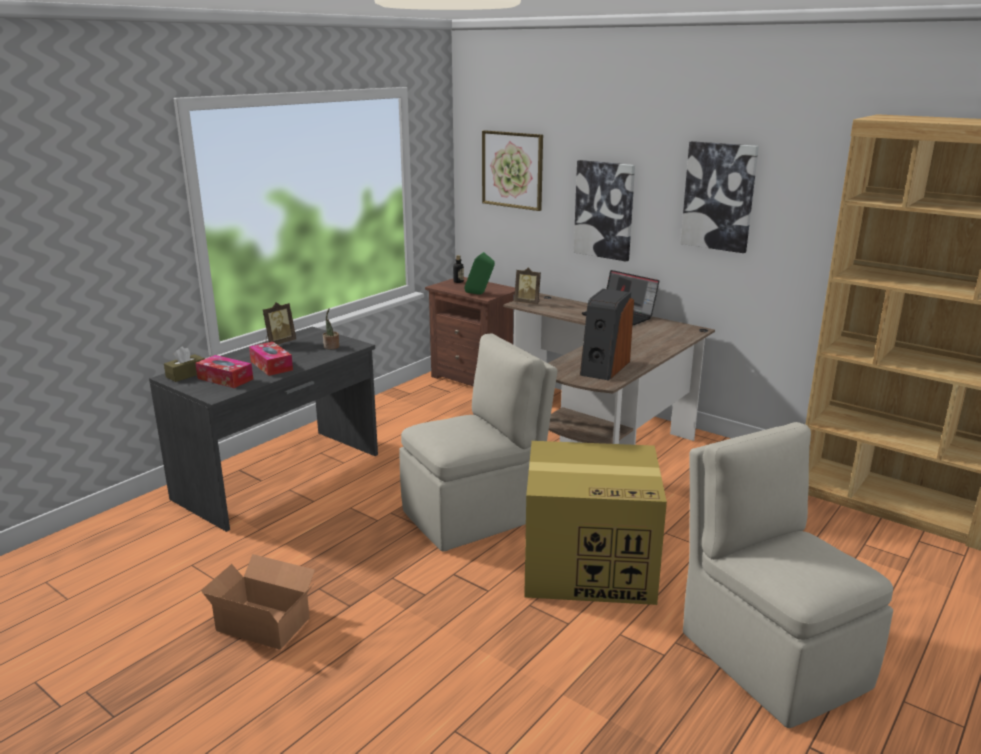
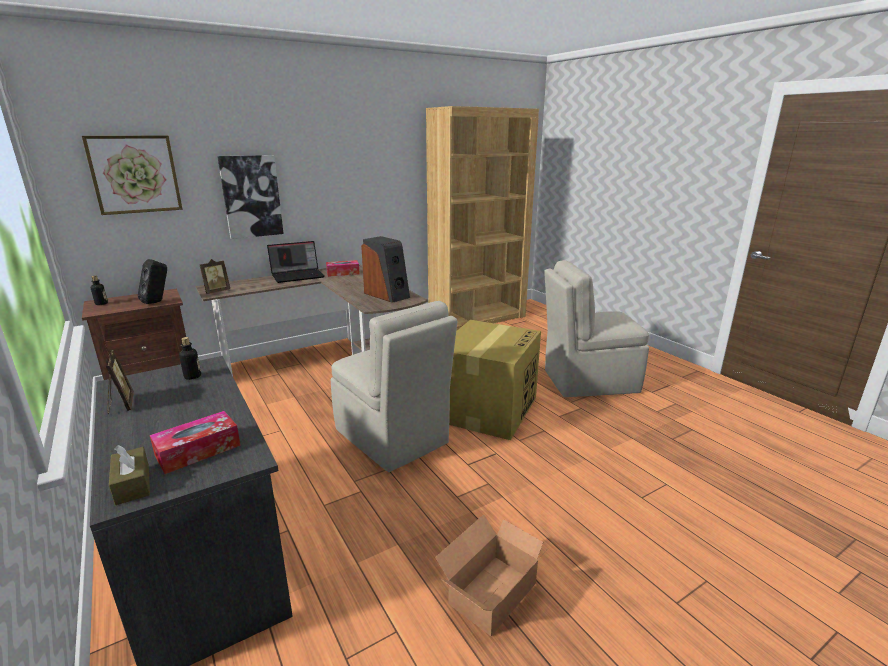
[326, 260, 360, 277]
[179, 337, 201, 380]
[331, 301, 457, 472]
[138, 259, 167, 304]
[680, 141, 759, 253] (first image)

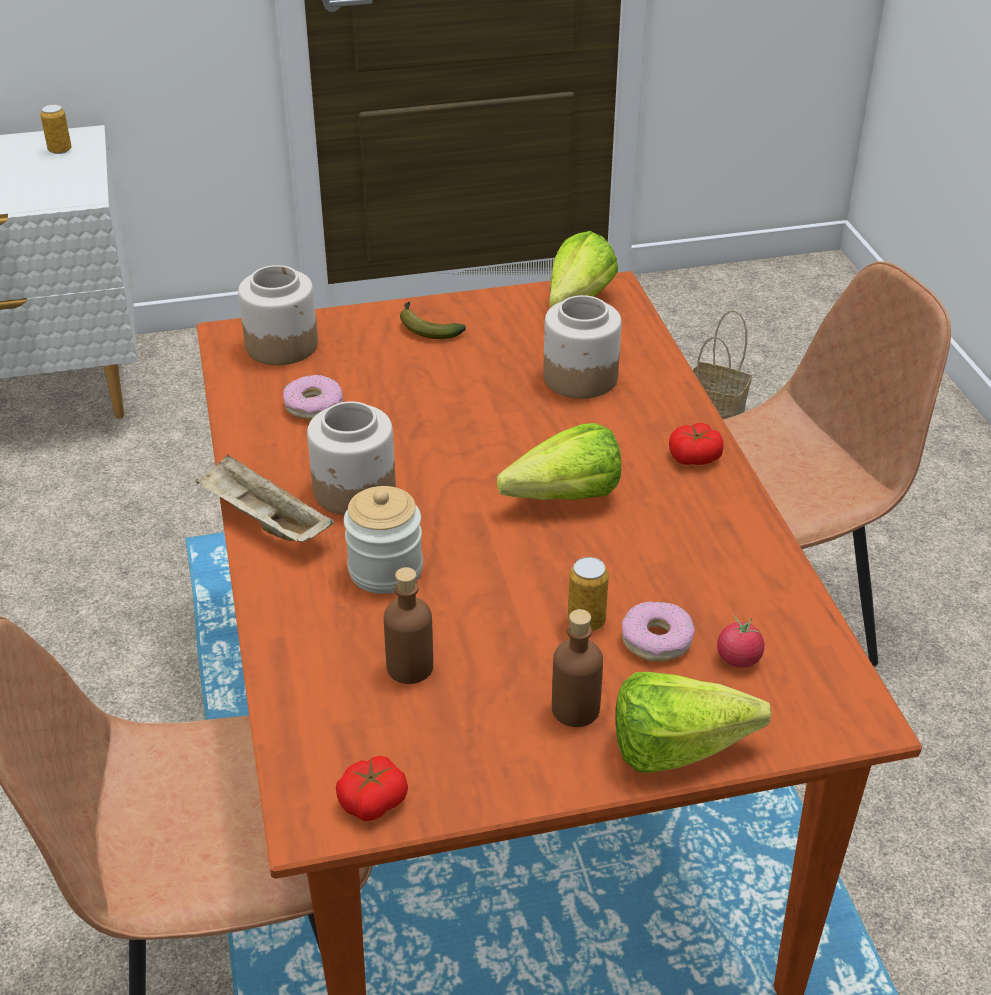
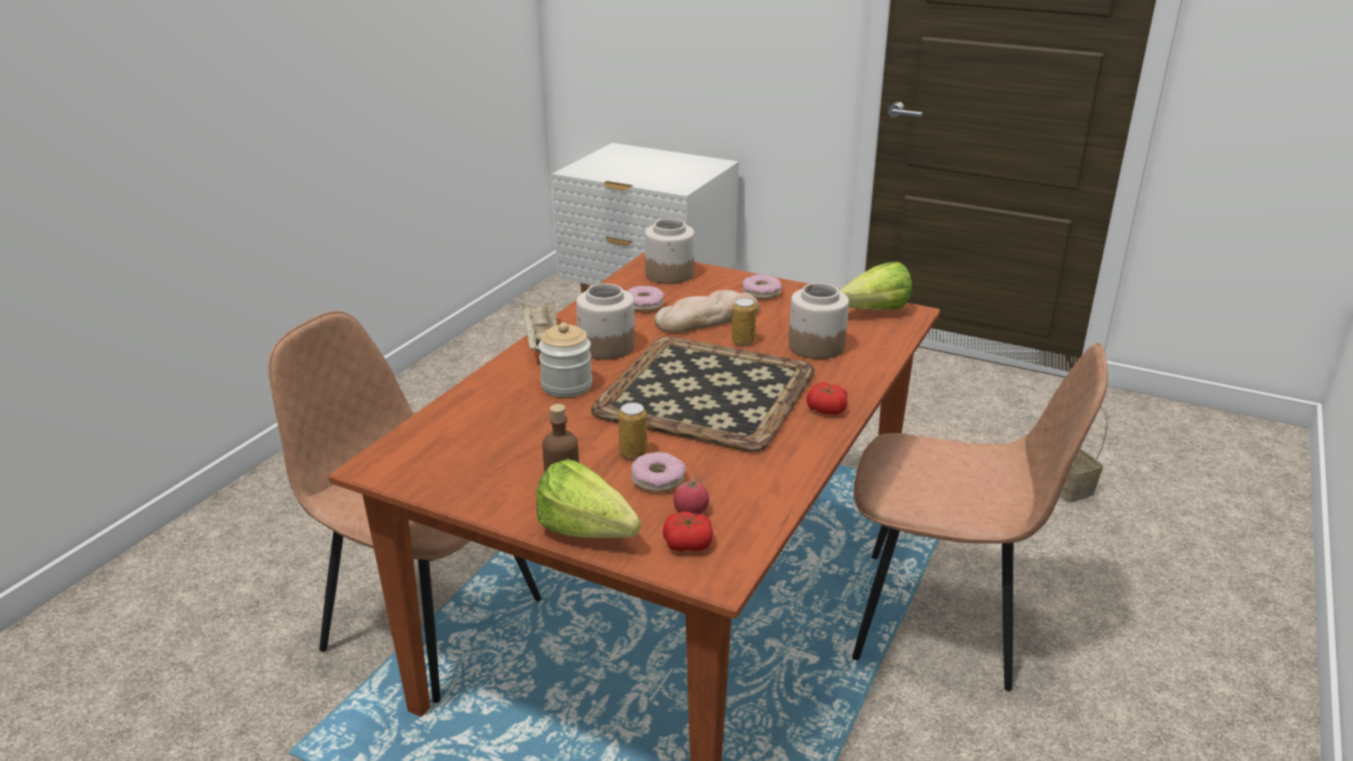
[732, 298, 756, 346]
[663, 511, 713, 551]
[384, 567, 433, 684] (first image)
[742, 274, 782, 299]
[591, 336, 815, 452]
[654, 290, 759, 333]

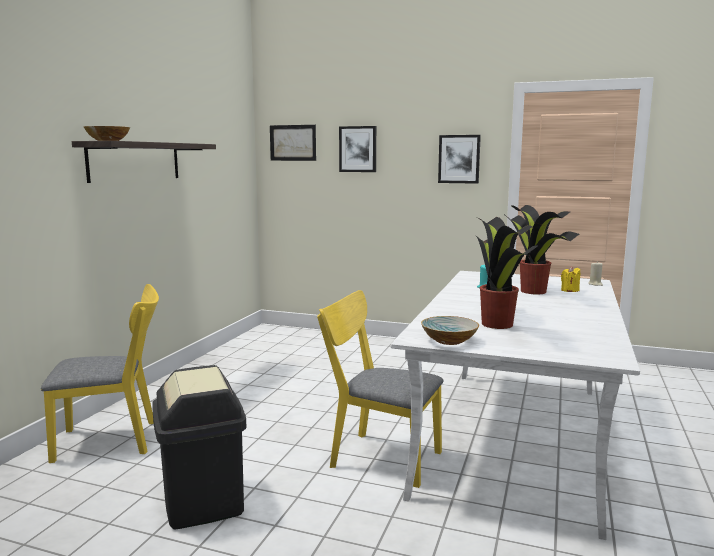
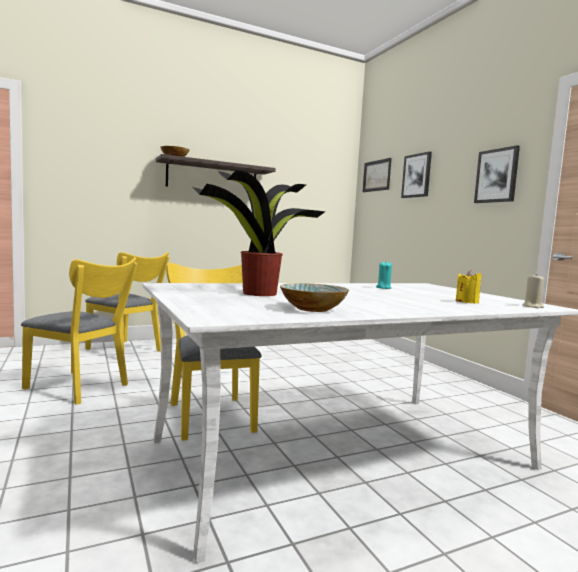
[21, 257, 137, 405]
[280, 283, 349, 312]
[505, 205, 579, 294] (first image)

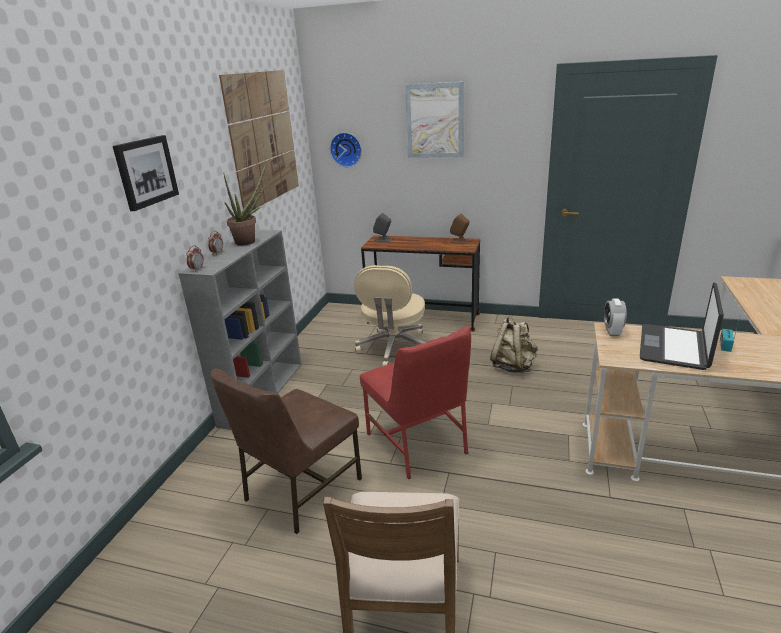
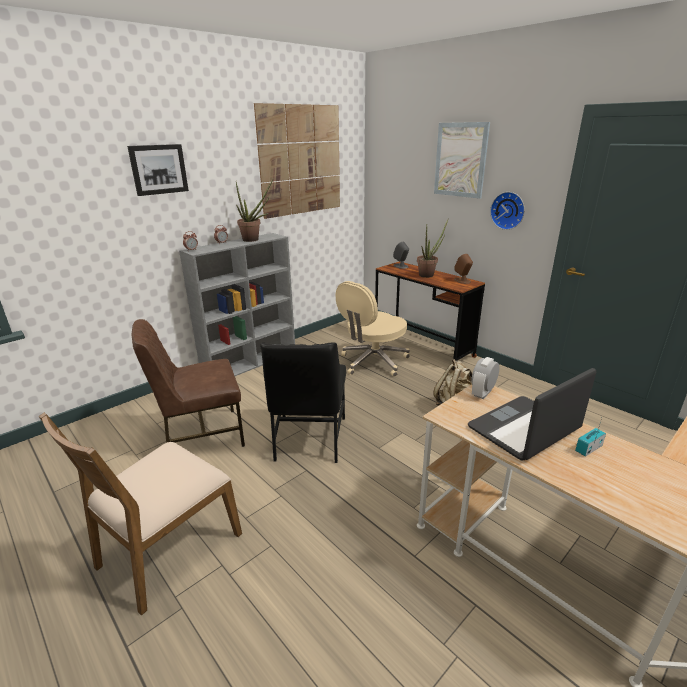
[490, 192, 525, 230]
[260, 342, 346, 463]
[417, 219, 448, 278]

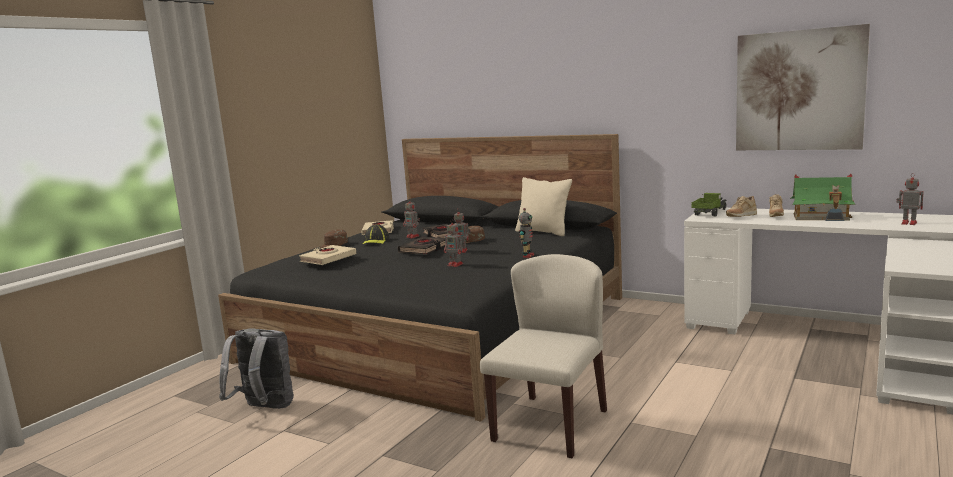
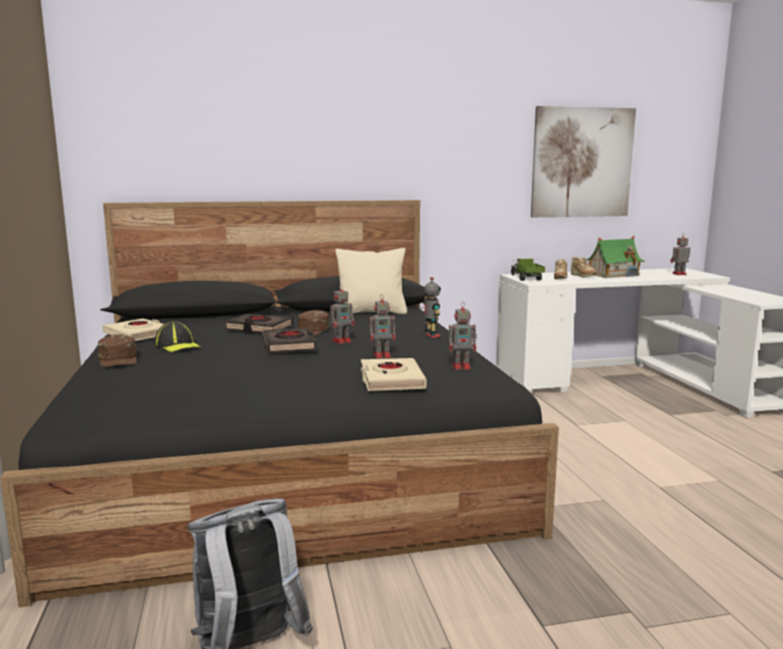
[361, 358, 427, 391]
[449, 303, 477, 370]
[480, 254, 607, 458] (first image)

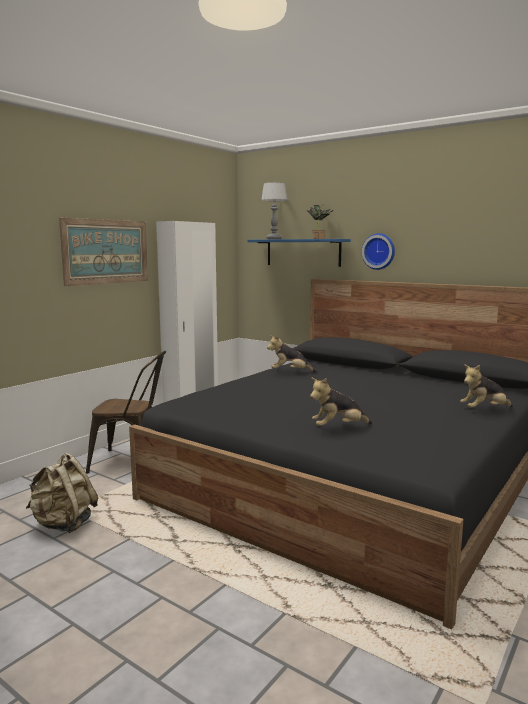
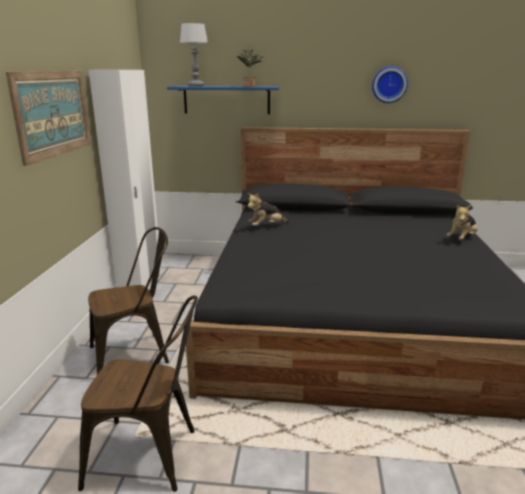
[78, 295, 198, 492]
[310, 377, 372, 426] (first image)
[372, 66, 408, 103]

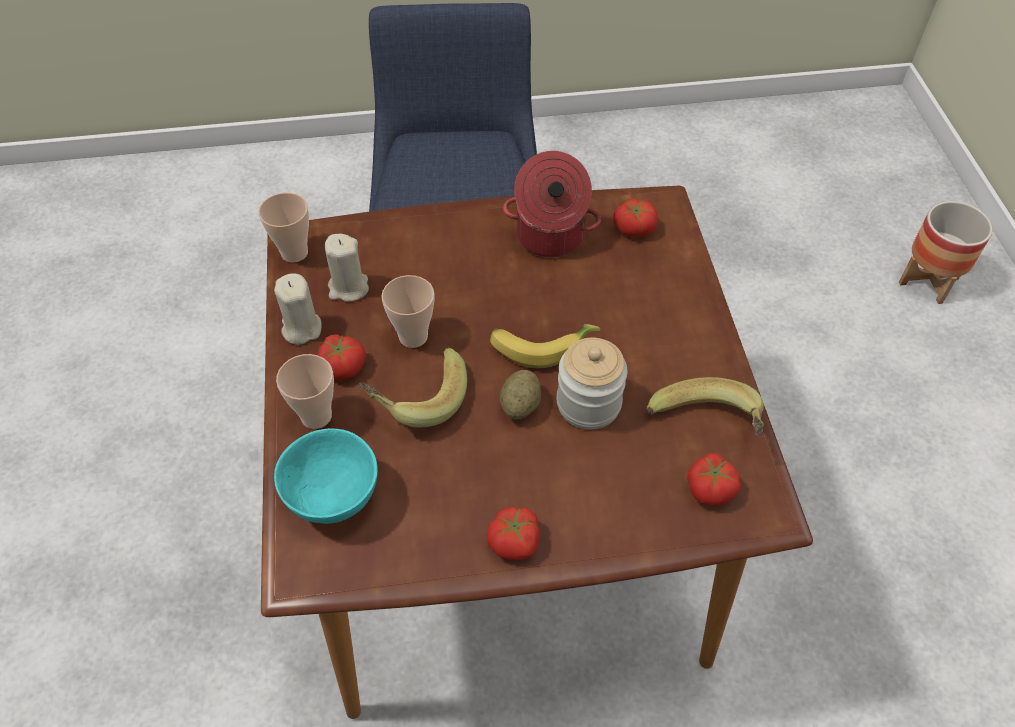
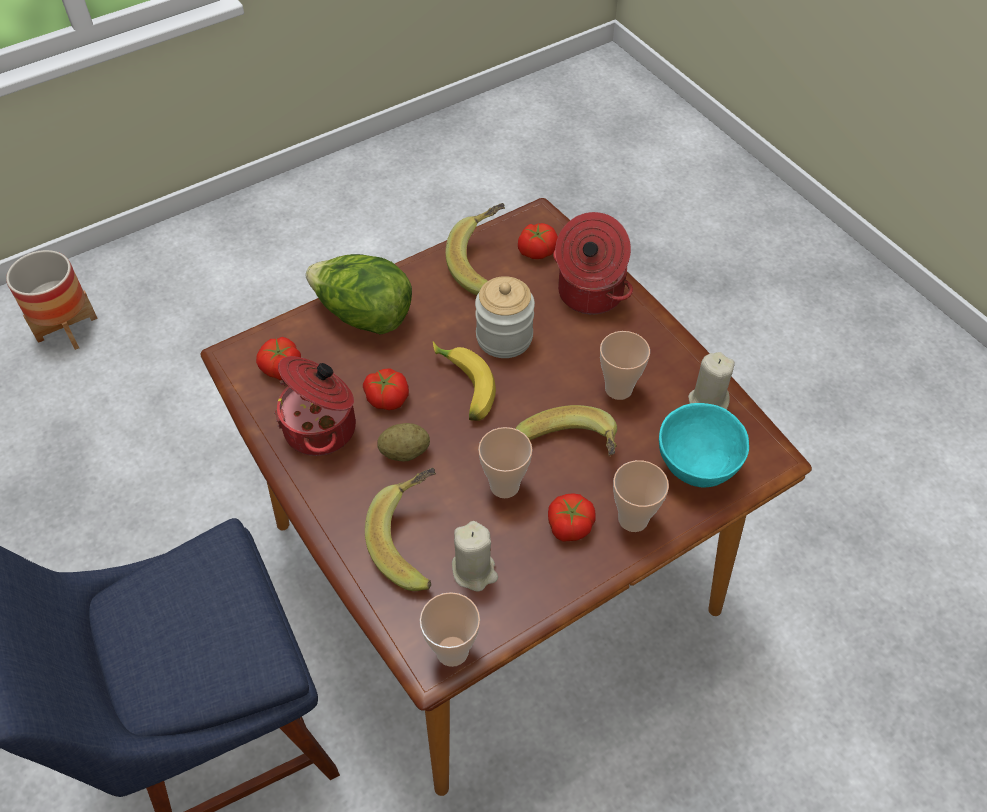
[688, 352, 735, 410]
[363, 368, 409, 410]
[377, 423, 430, 462]
[305, 254, 412, 335]
[365, 468, 436, 591]
[553, 212, 633, 314]
[600, 331, 650, 400]

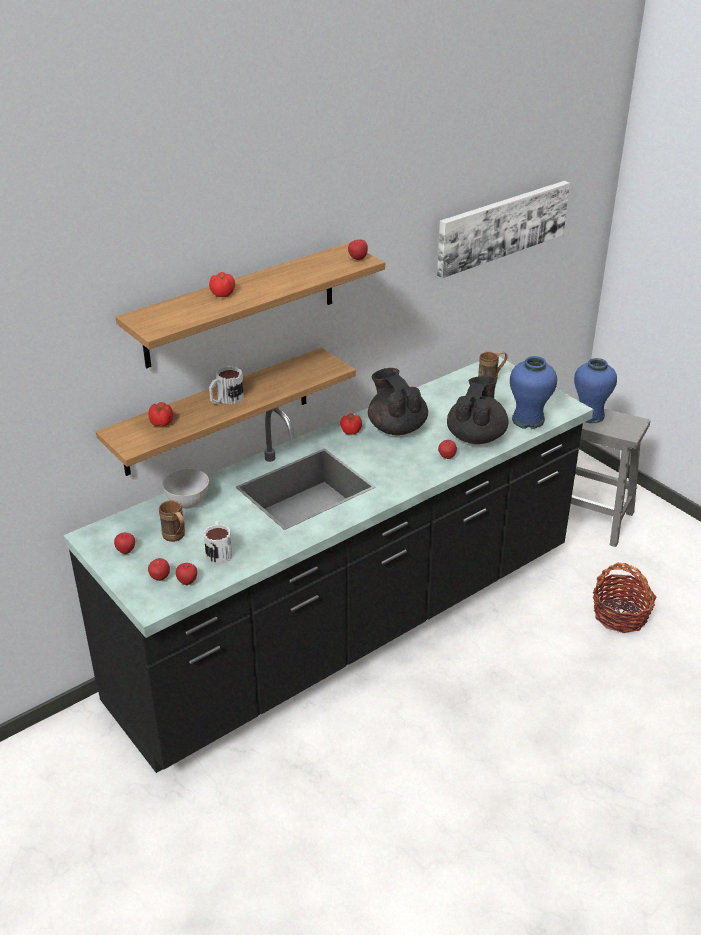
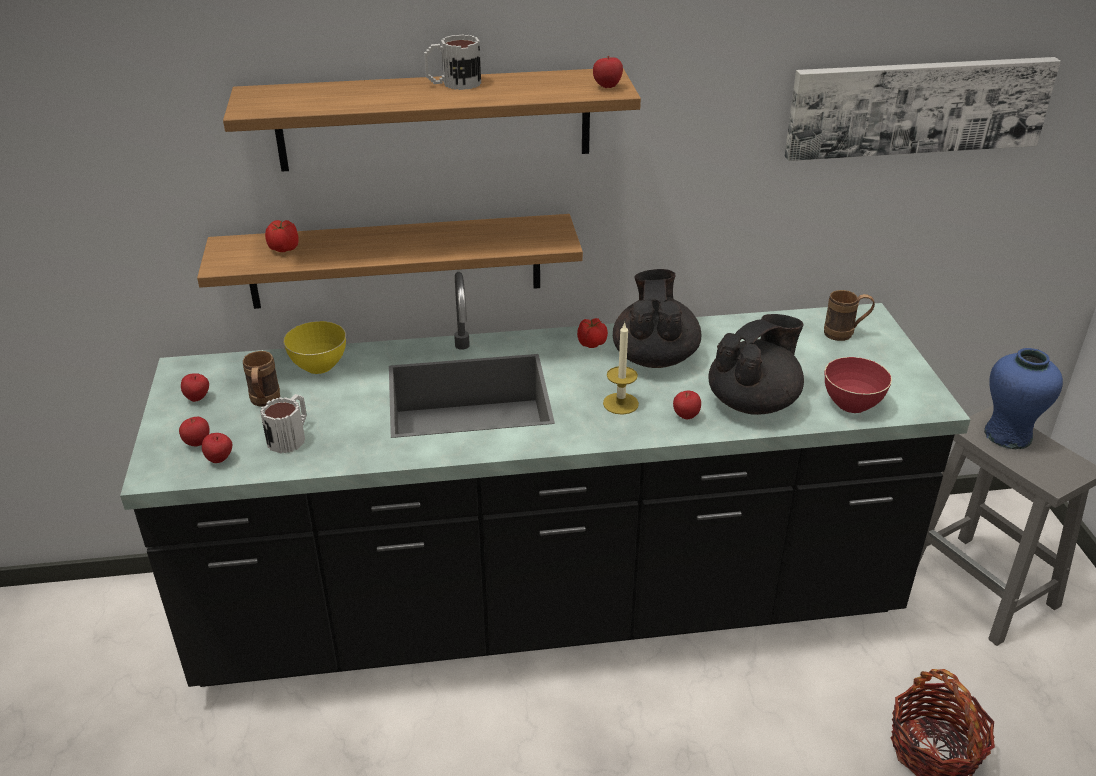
[283, 321, 346, 374]
[209, 272, 235, 297] (first image)
[424, 35, 481, 90]
[825, 357, 892, 413]
[603, 322, 639, 415]

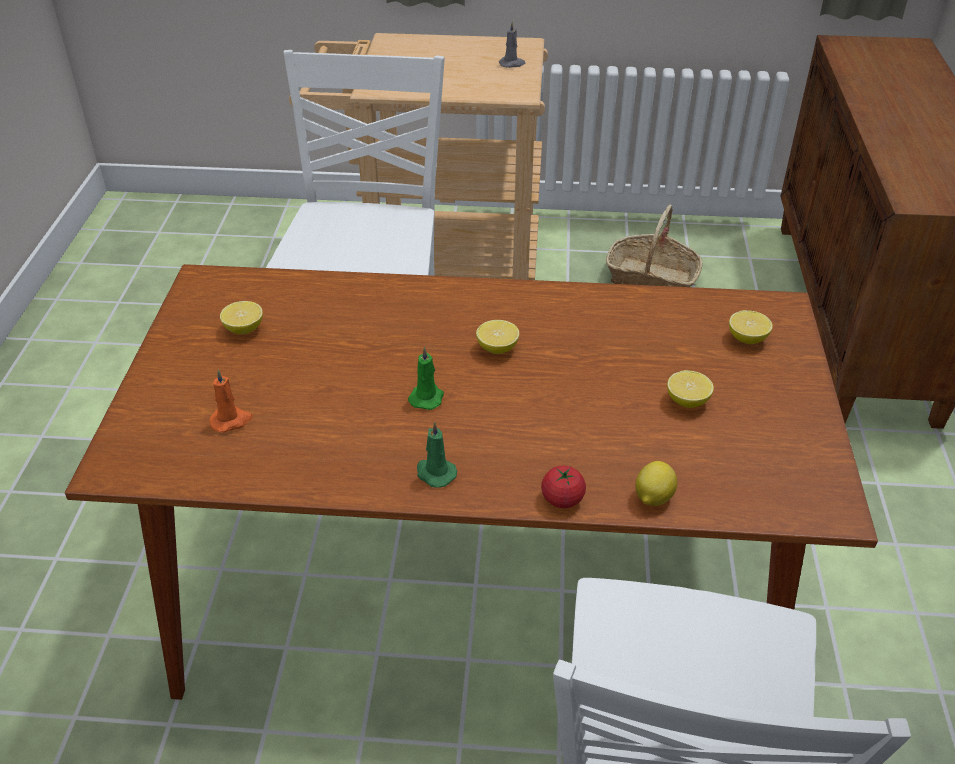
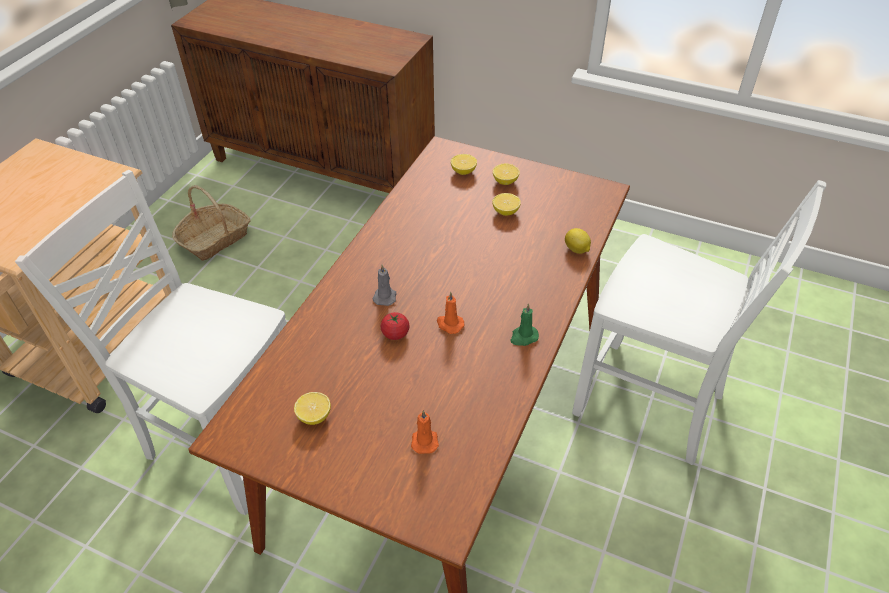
[437, 292, 464, 334]
[493, 163, 520, 185]
[373, 265, 397, 306]
[381, 312, 409, 340]

